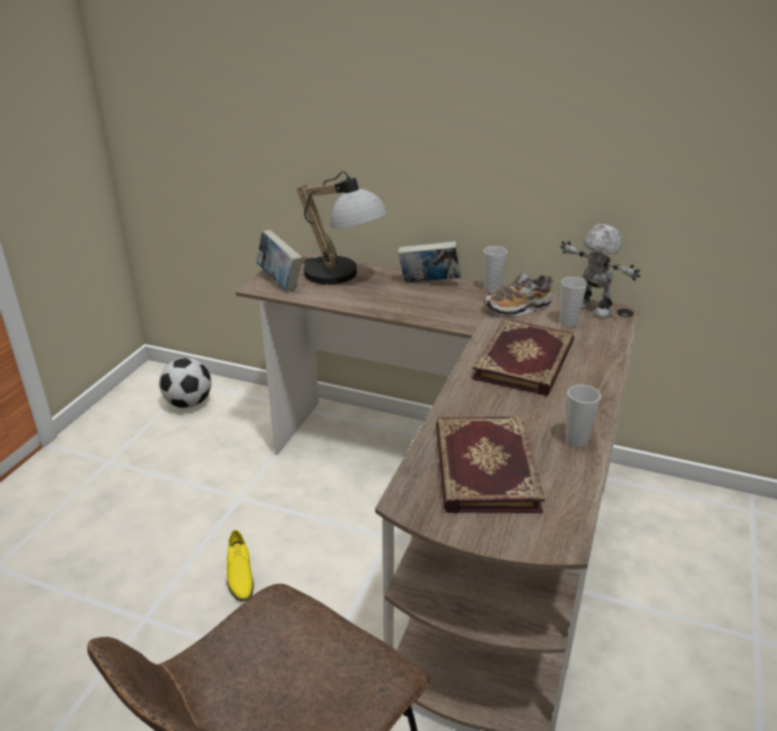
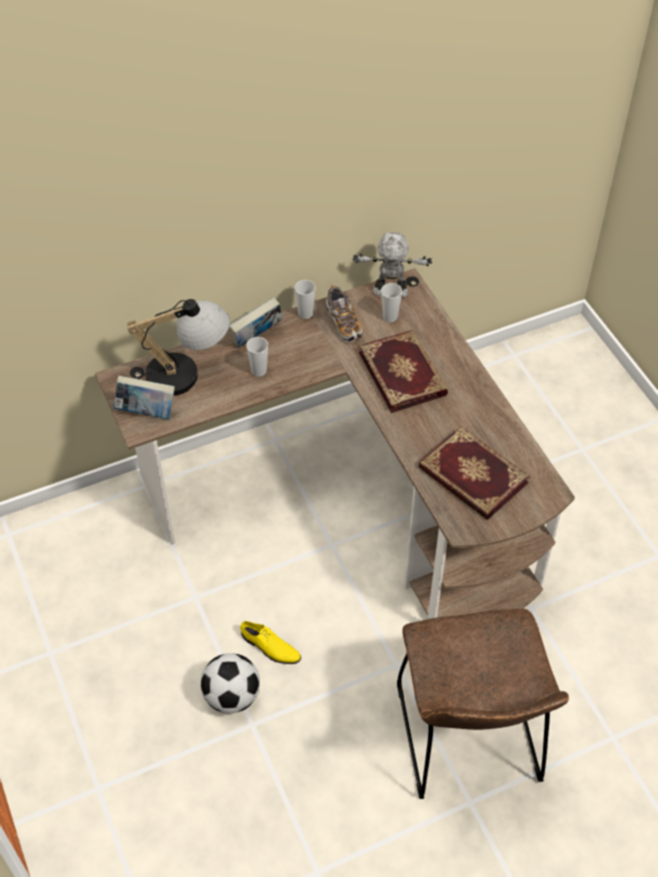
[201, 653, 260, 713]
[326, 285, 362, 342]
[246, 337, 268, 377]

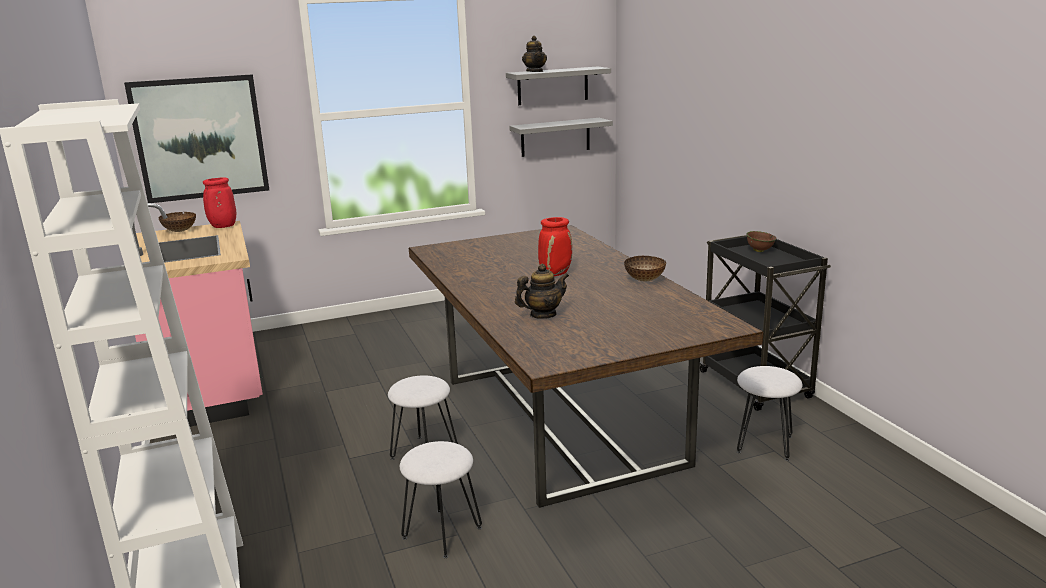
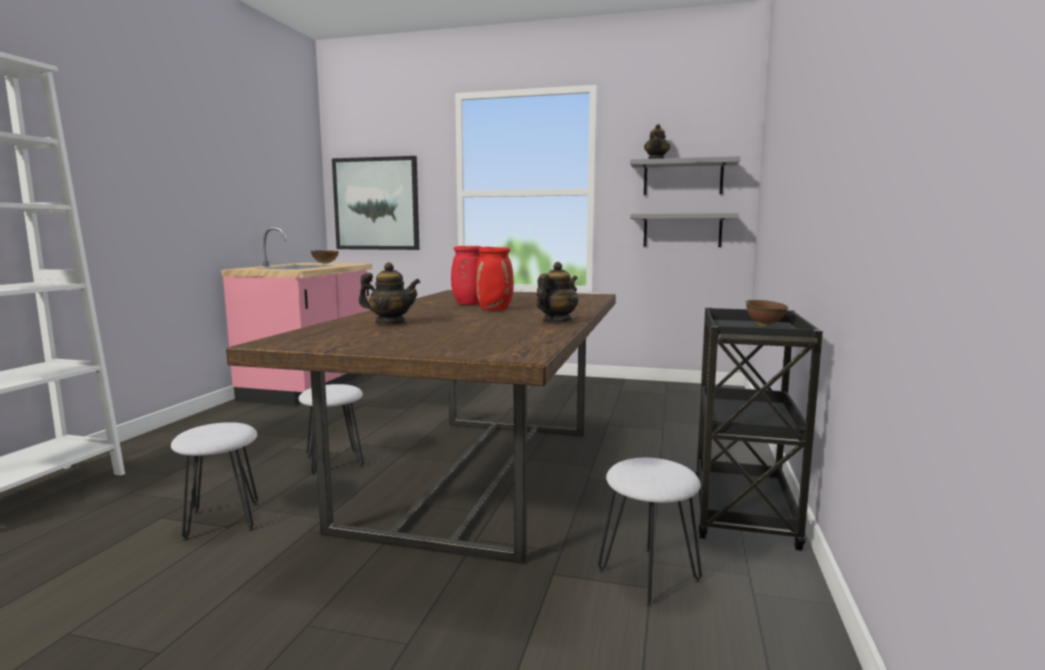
[451, 246, 481, 305]
[536, 262, 578, 322]

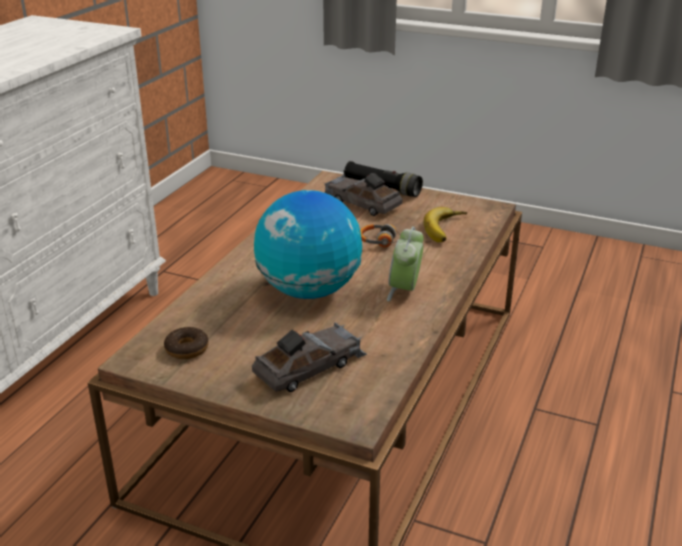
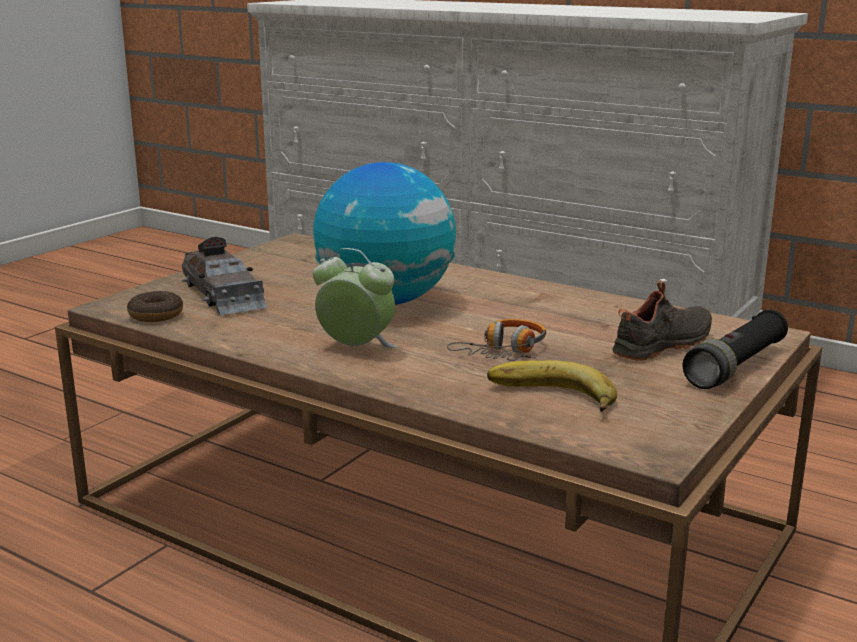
[127, 291, 183, 322]
[612, 280, 712, 361]

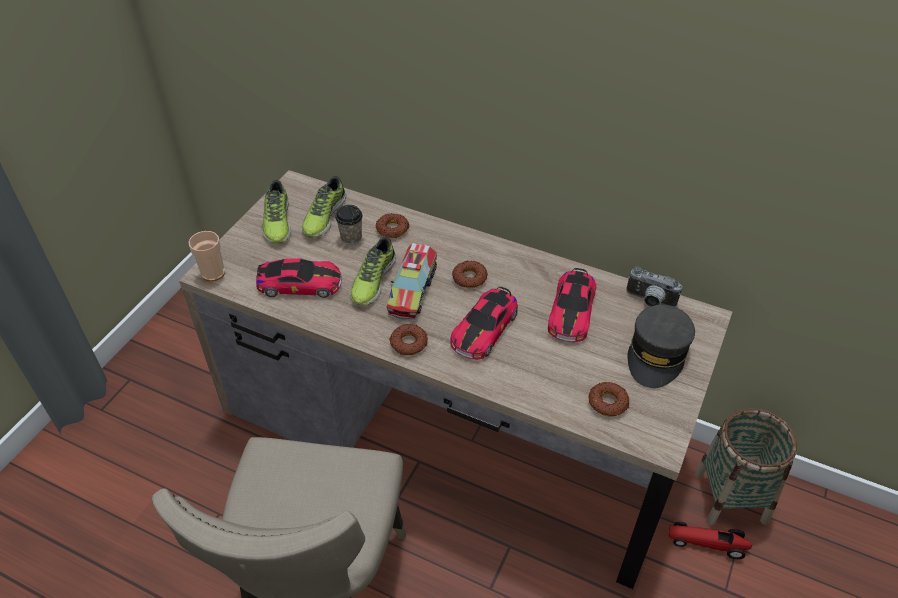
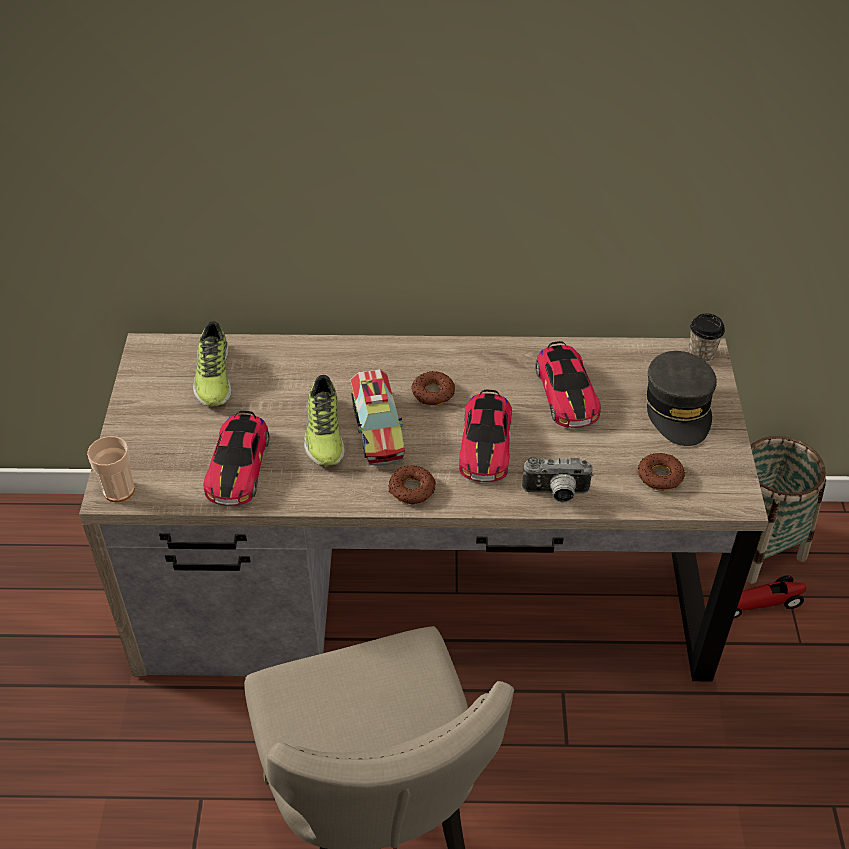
[204, 411, 269, 506]
[261, 180, 291, 243] (first image)
[689, 313, 725, 363]
[376, 213, 409, 238] (first image)
[522, 457, 593, 503]

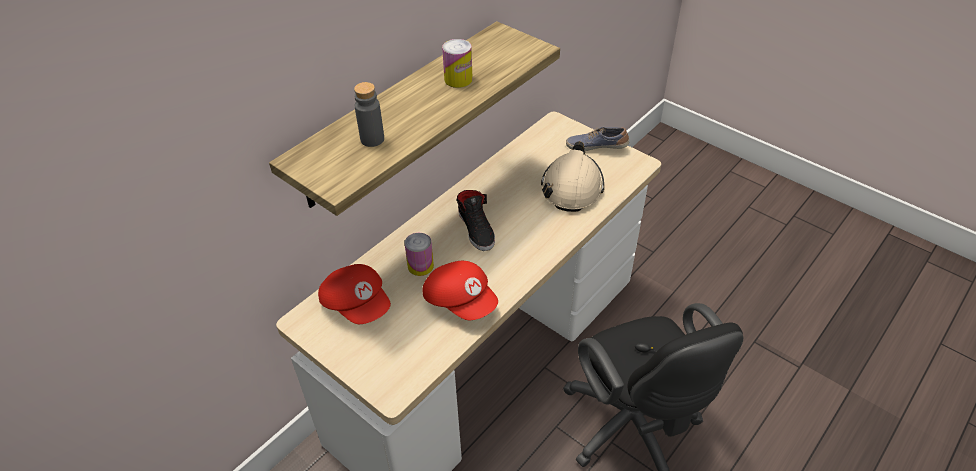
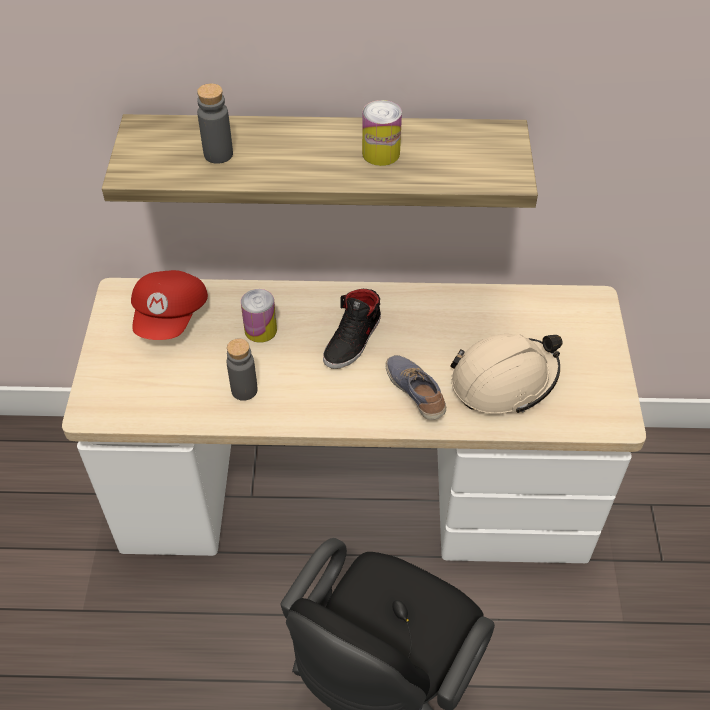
[227, 338, 258, 401]
[386, 355, 446, 420]

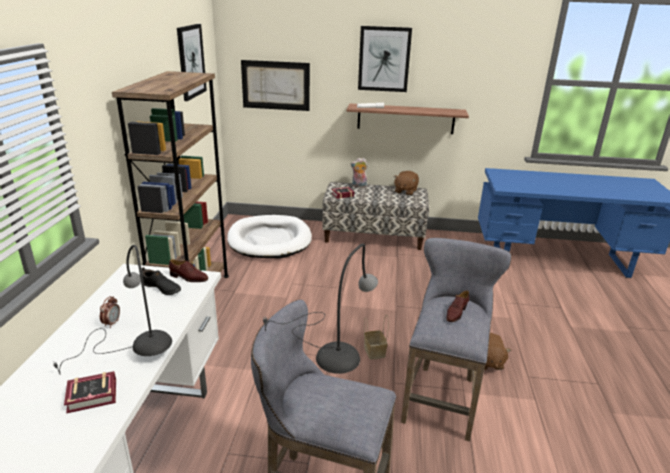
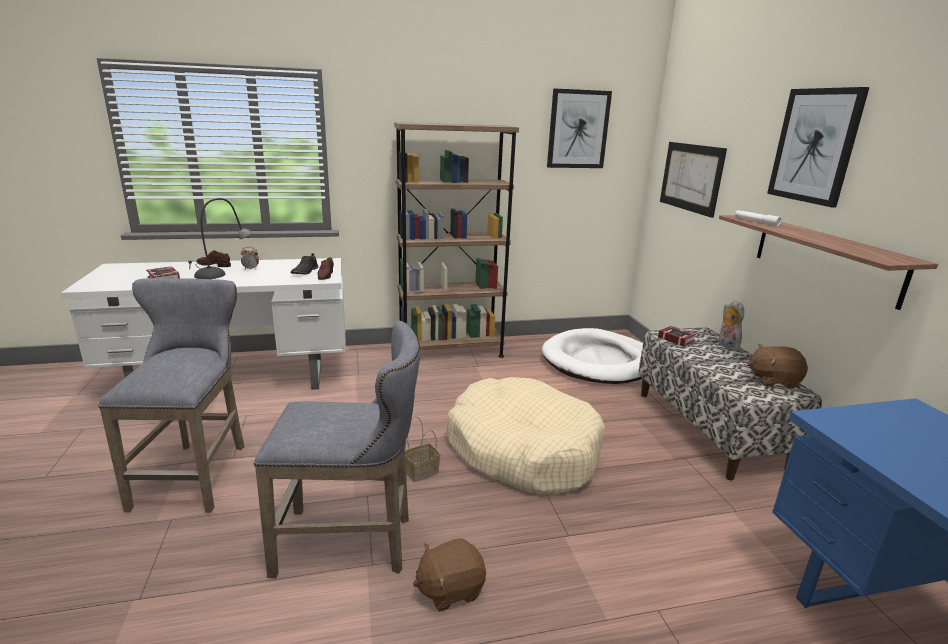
[263, 243, 378, 374] (first image)
[197, 250, 231, 267]
[447, 377, 605, 495]

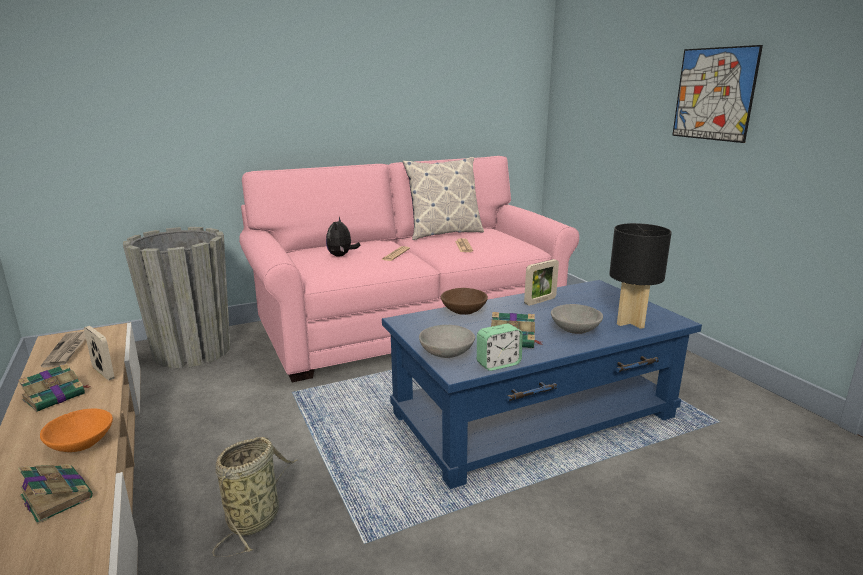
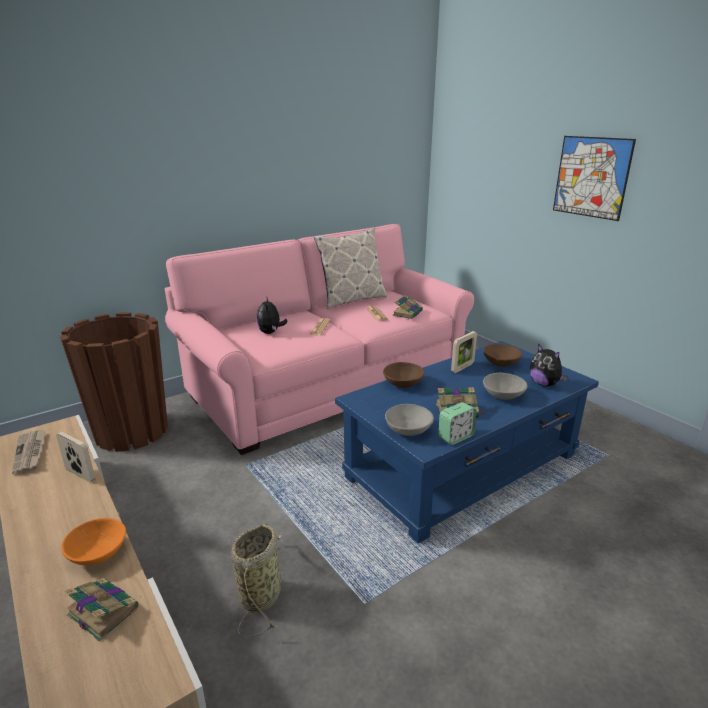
[392, 295, 423, 319]
[60, 312, 168, 452]
[530, 344, 568, 387]
[483, 344, 522, 367]

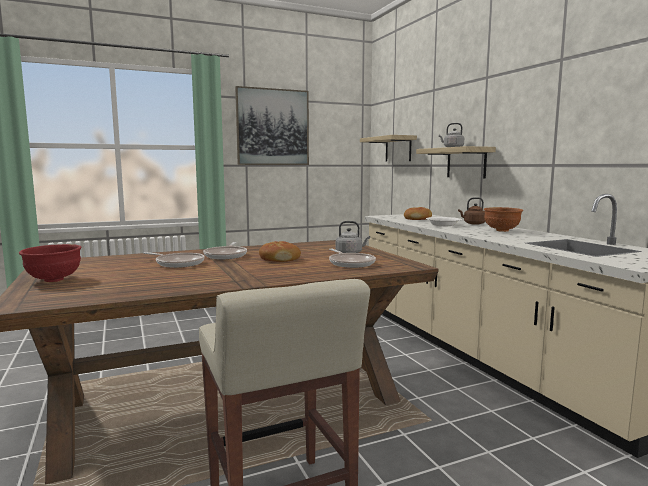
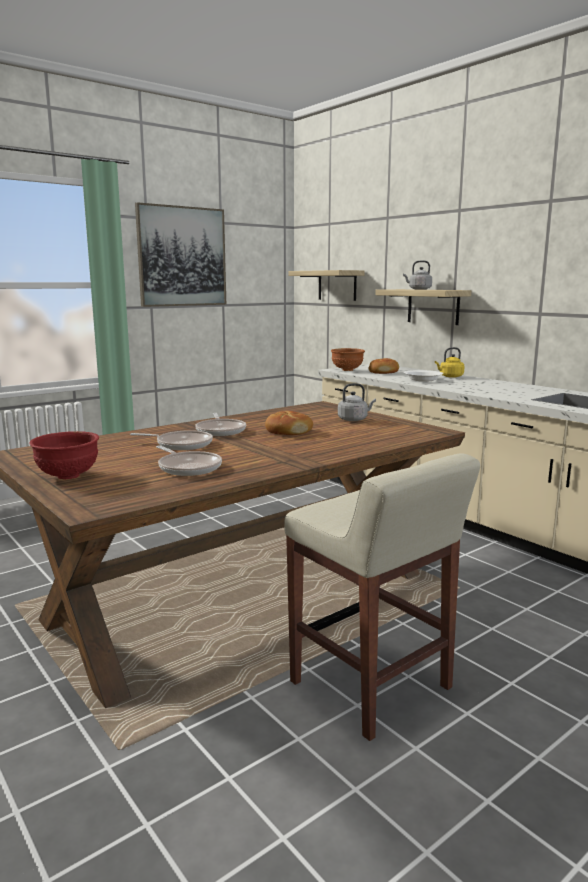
[156, 445, 222, 476]
[435, 347, 464, 378]
[331, 348, 365, 371]

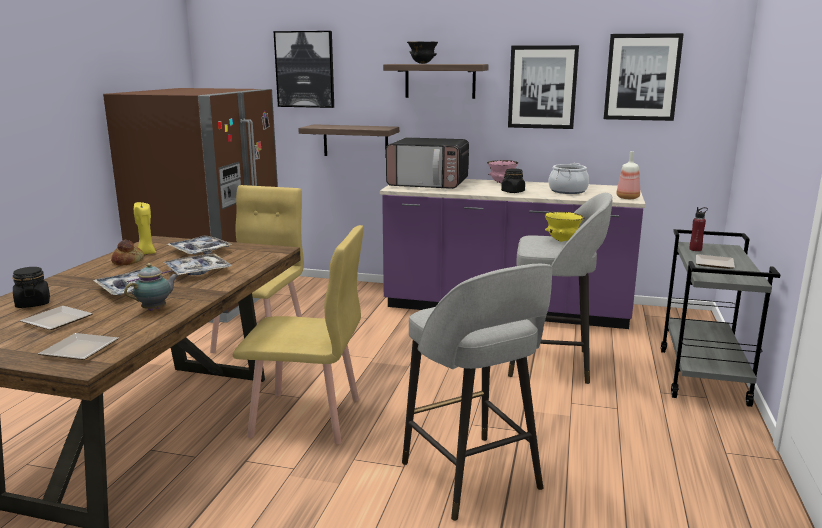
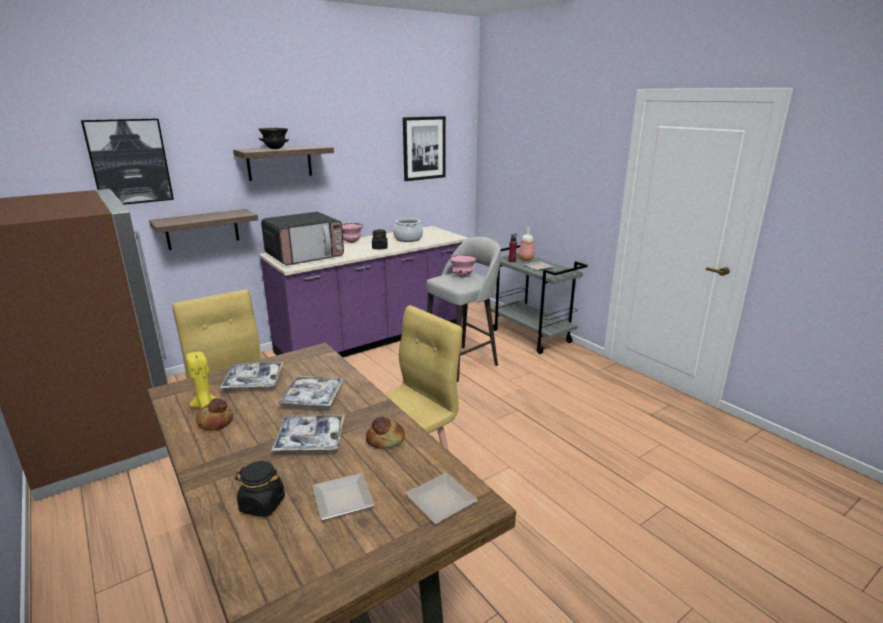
[366, 417, 405, 449]
[402, 264, 553, 521] (first image)
[508, 45, 579, 129] (first image)
[449, 255, 478, 277]
[519, 227, 535, 260]

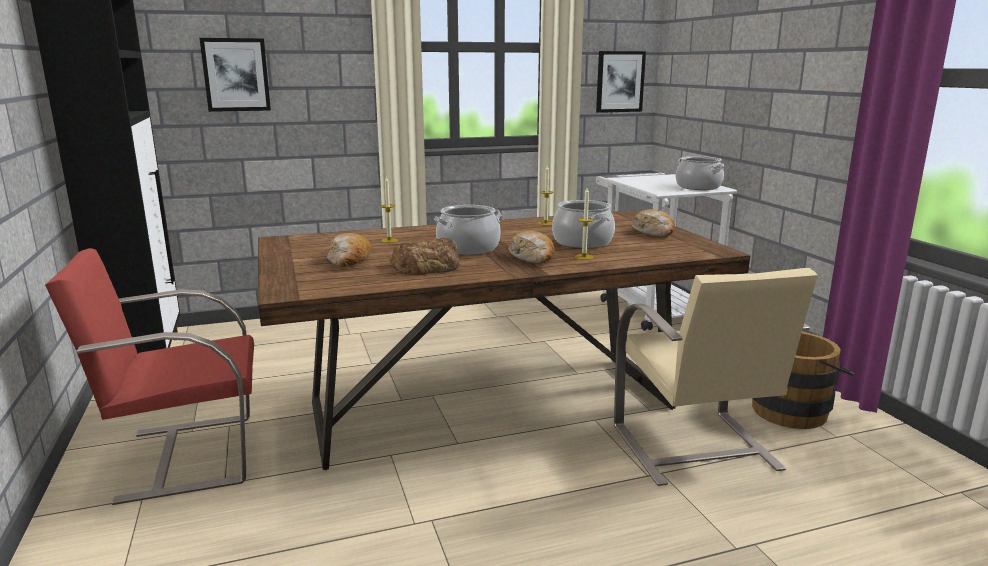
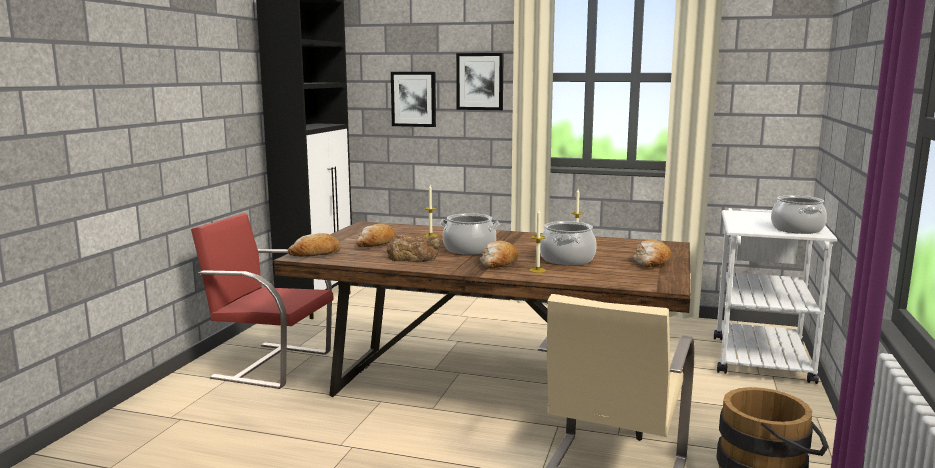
[456, 53, 504, 110]
[288, 233, 341, 256]

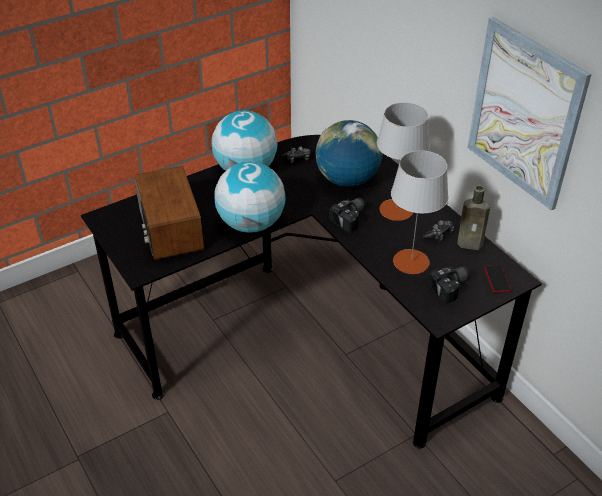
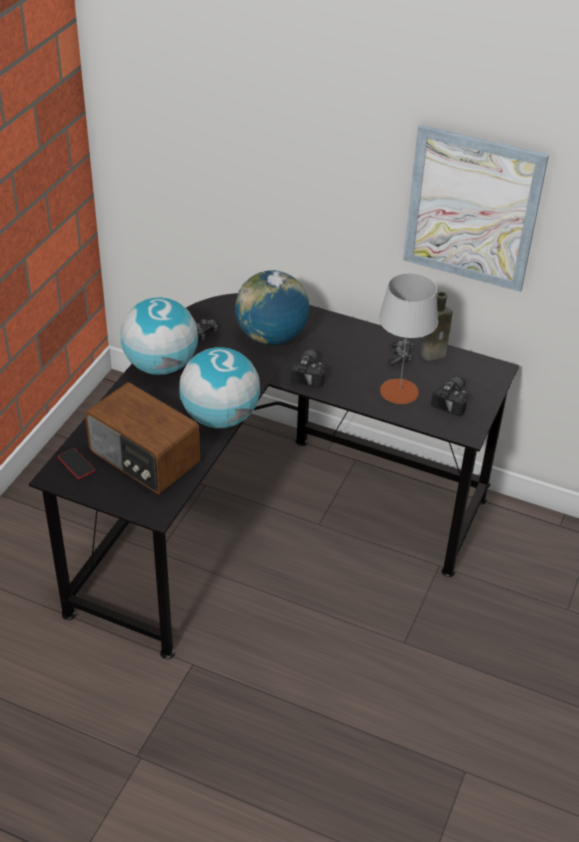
[377, 102, 430, 221] (first image)
[58, 448, 95, 479]

